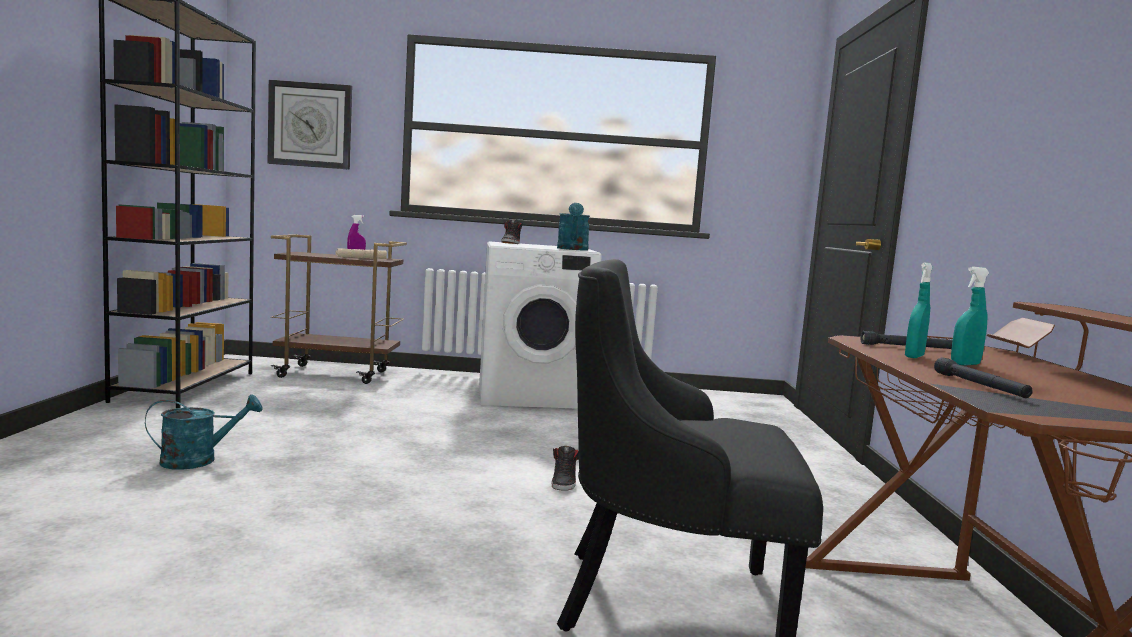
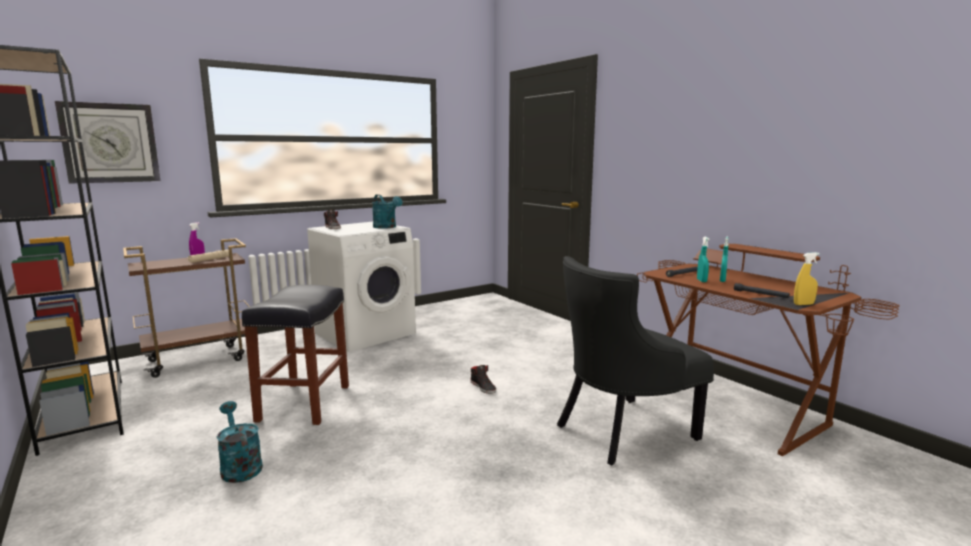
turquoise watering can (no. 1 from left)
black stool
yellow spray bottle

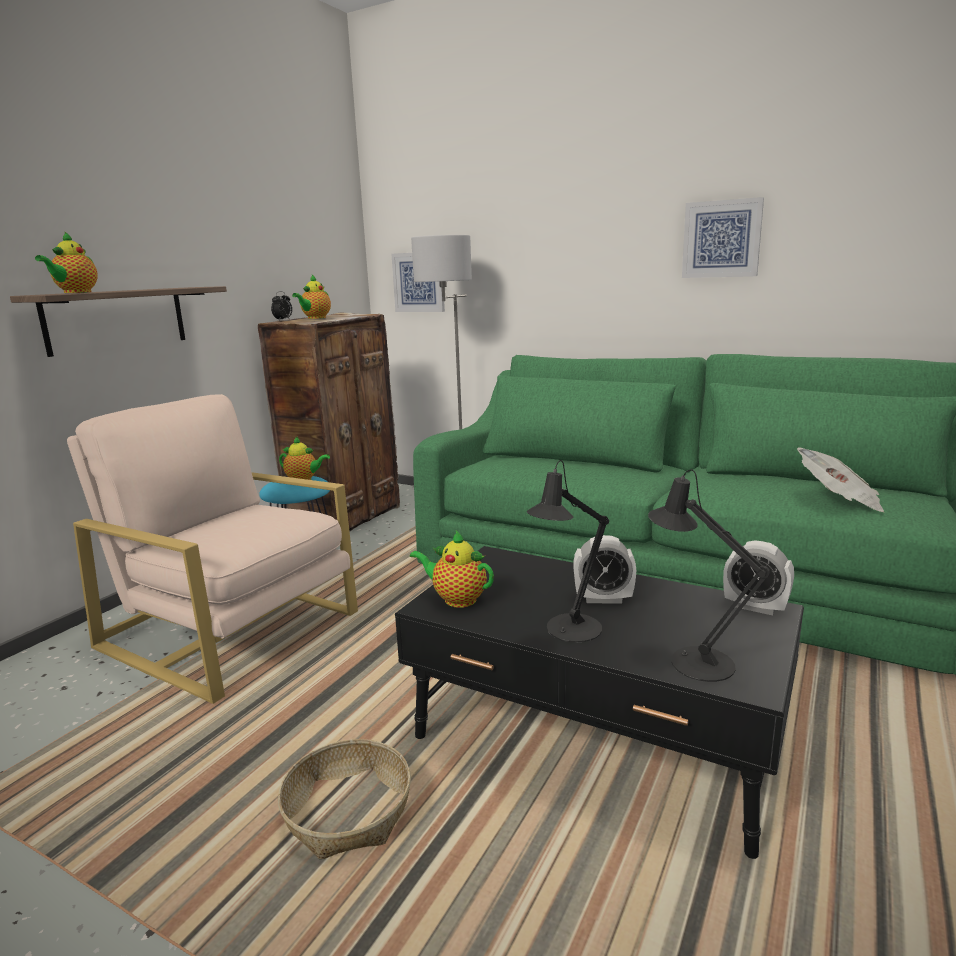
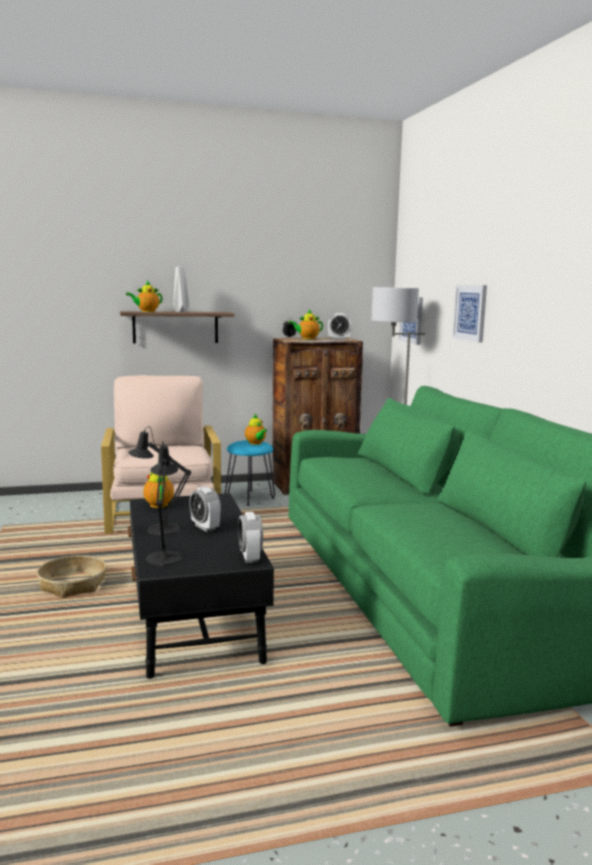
grey vase
alarm clock (no. 4 from left)
picture (no. 2 from left)
newspaper

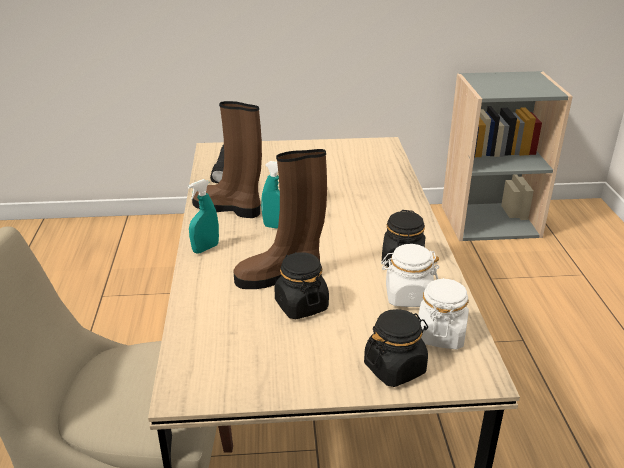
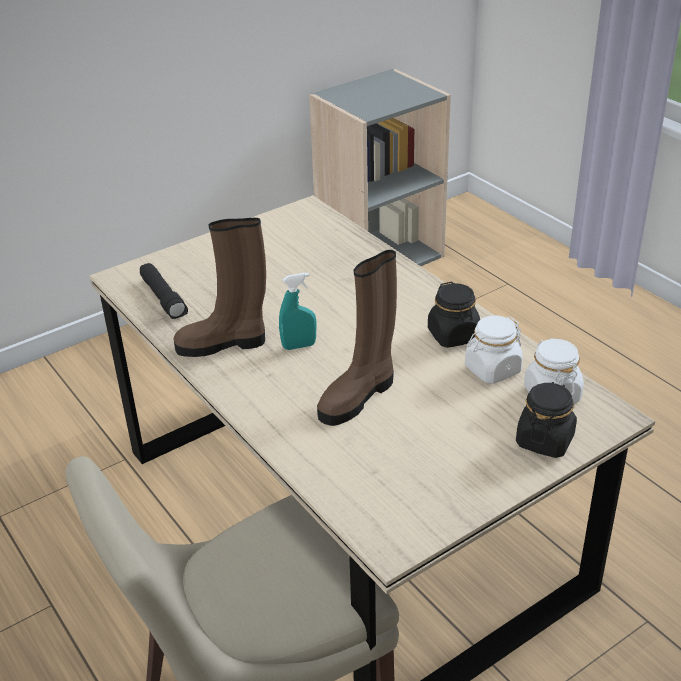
turquoise spray bottle (no. 1 from left in the first image)
black jar (no. 1 from left in the first image)

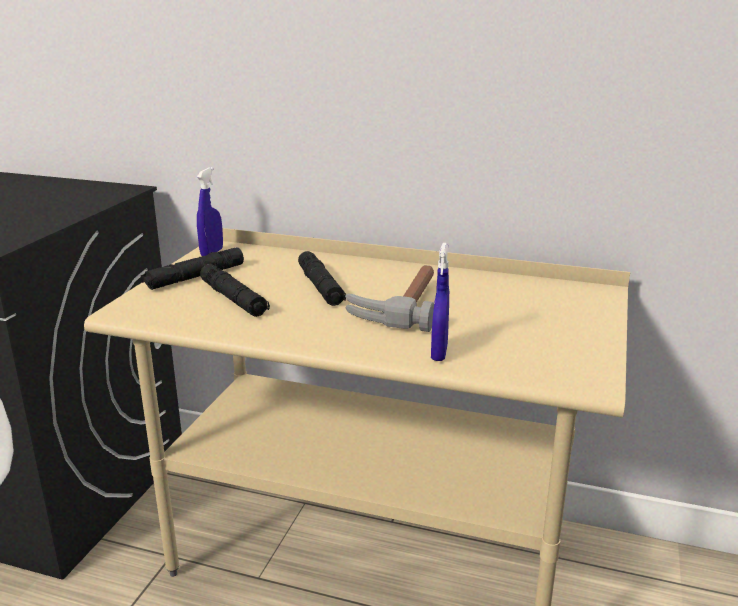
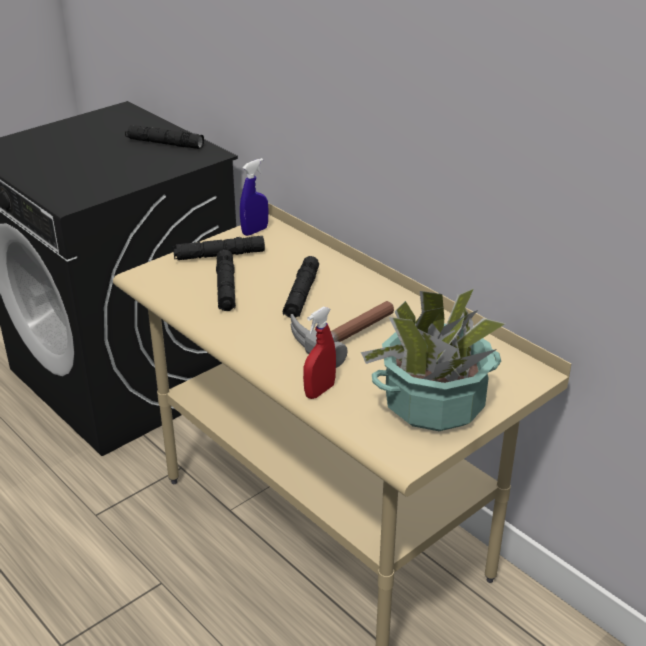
black flashlight (no. 1 from left)
red spray bottle
potted plant

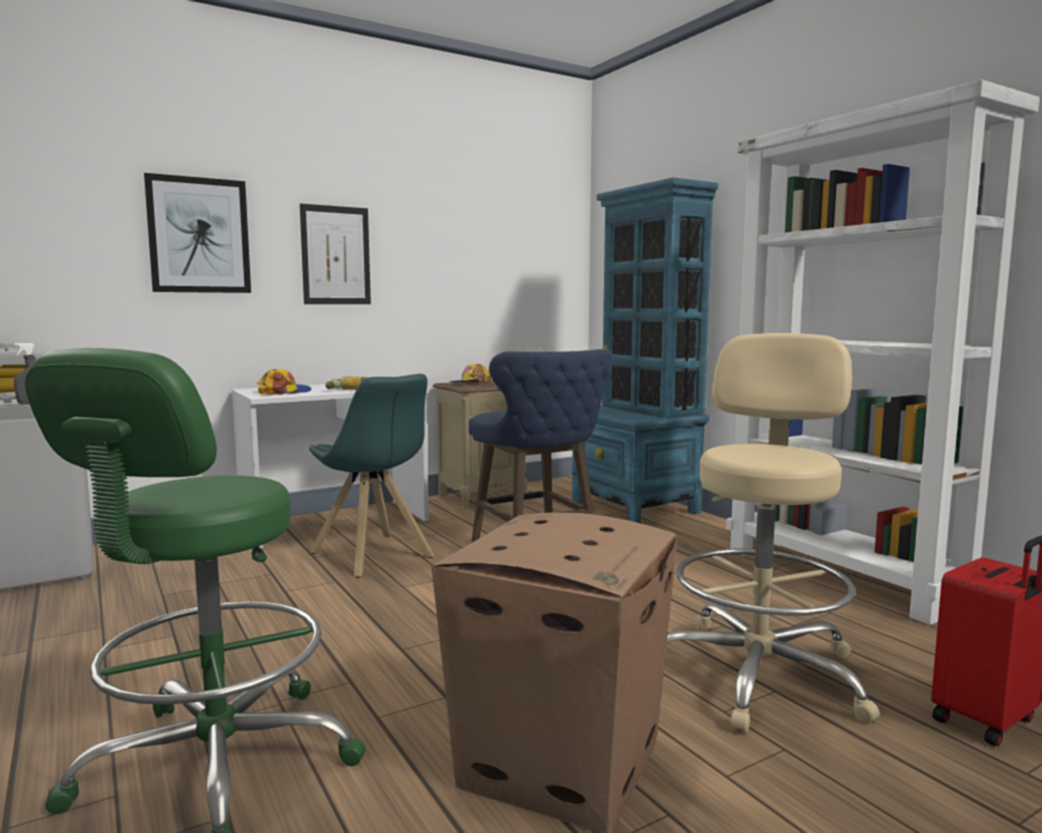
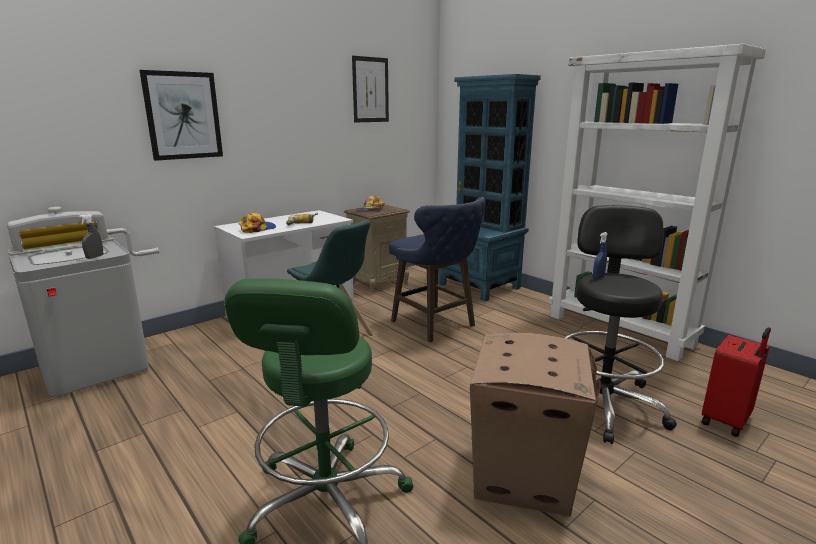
picture (no. 2 from left)
black stool
blue spray bottle

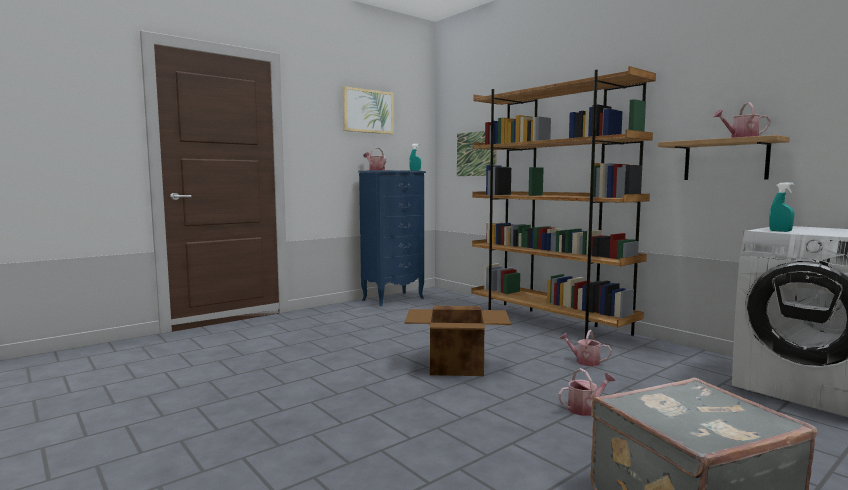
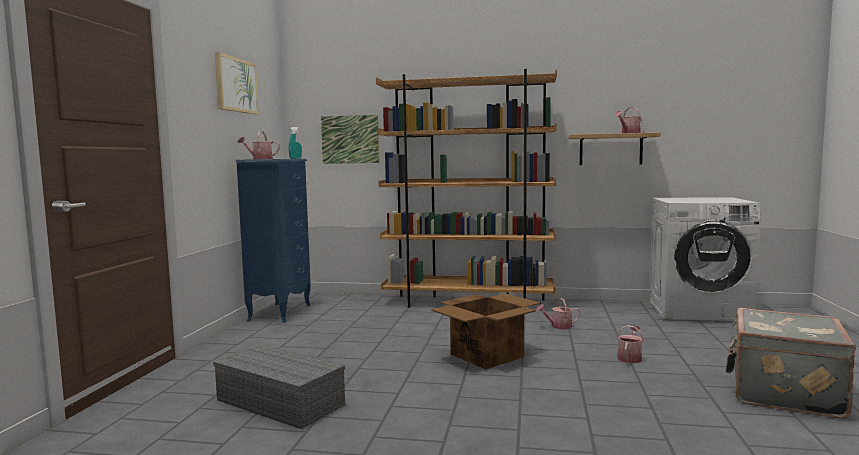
grey storage box
turquoise spray bottle (no. 2 from left in the first image)

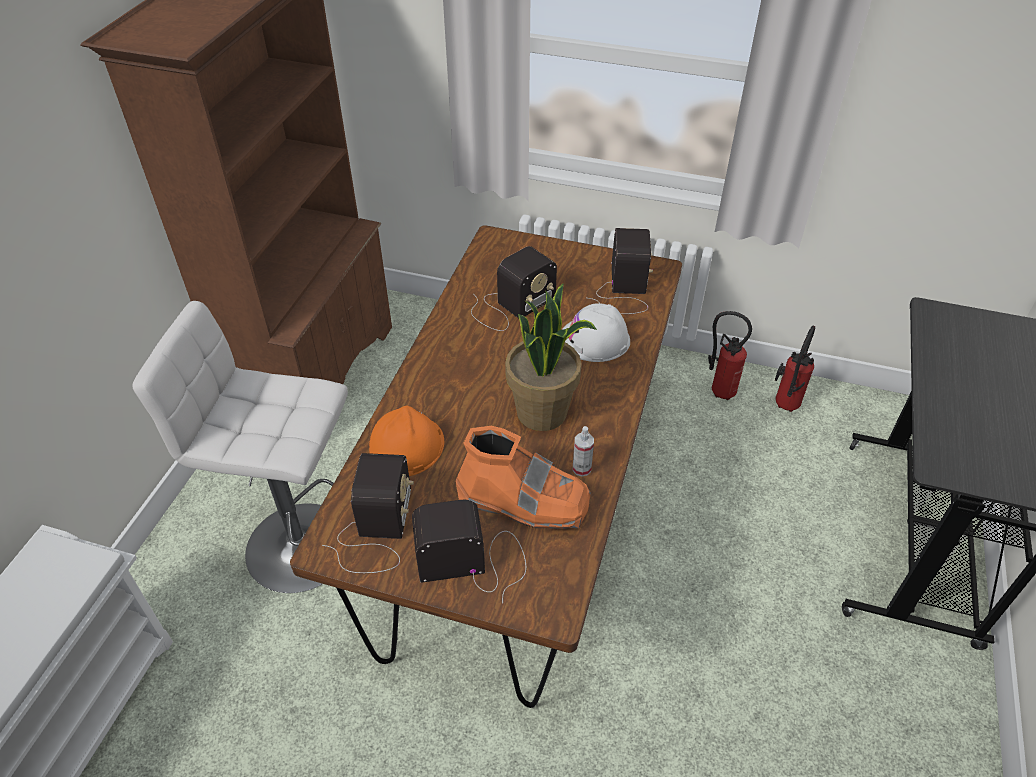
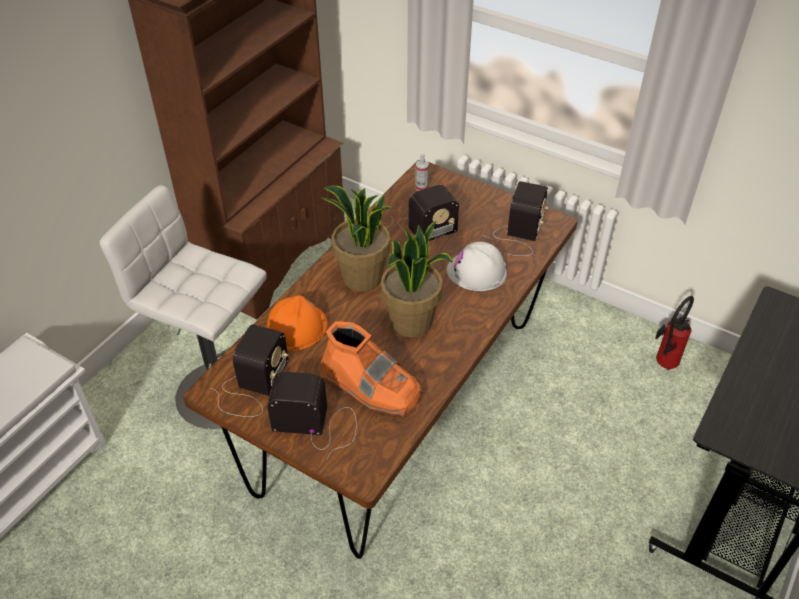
potted plant (no. 1 from left)
spray bottle
fire extinguisher (no. 1 from left in the first image)

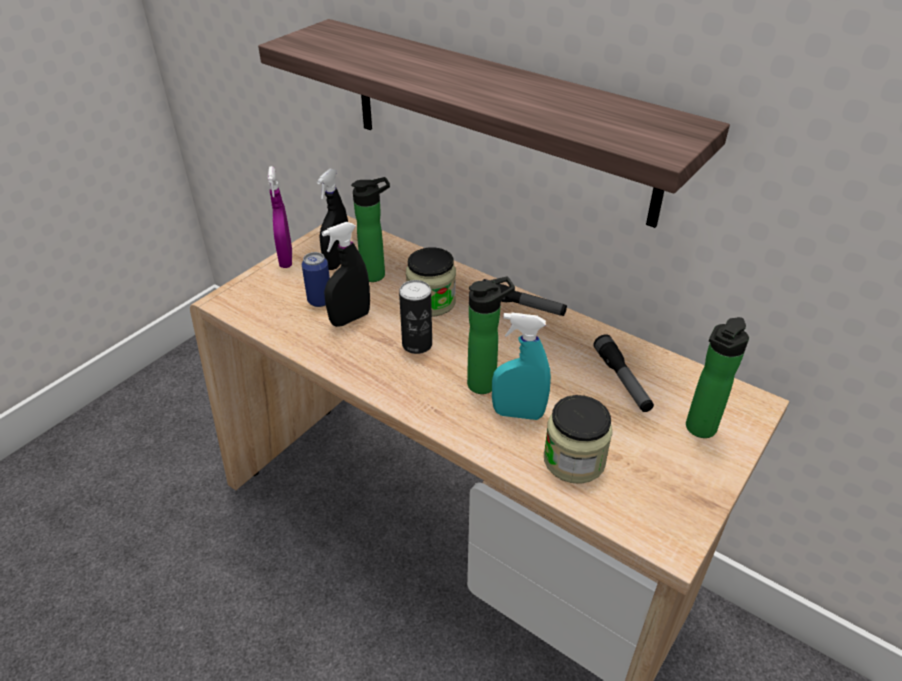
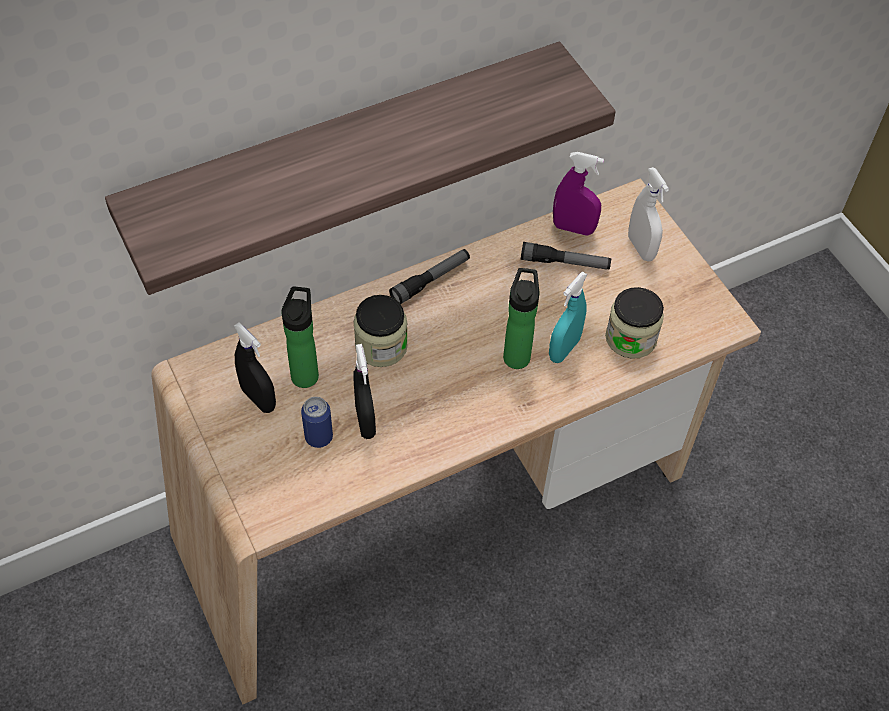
purple spray bottle
white spray bottle
can (no. 2 from left in the first image)

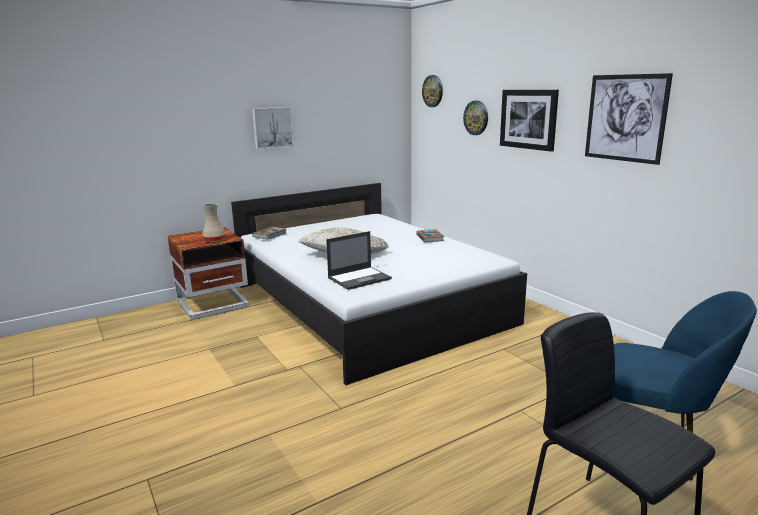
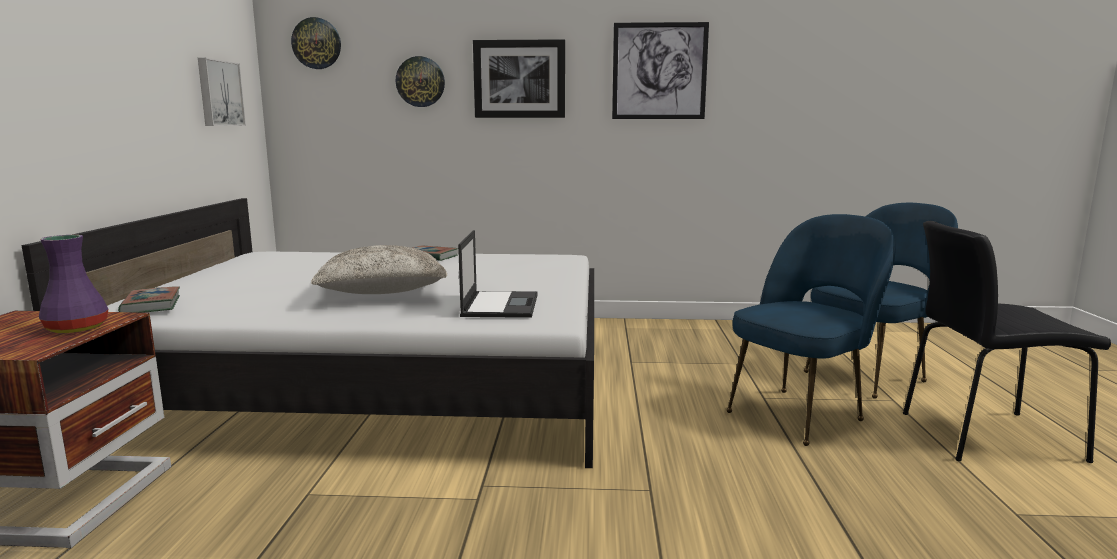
purple vase
picture (no. 1 from left)
blue chair (no. 1 from left)

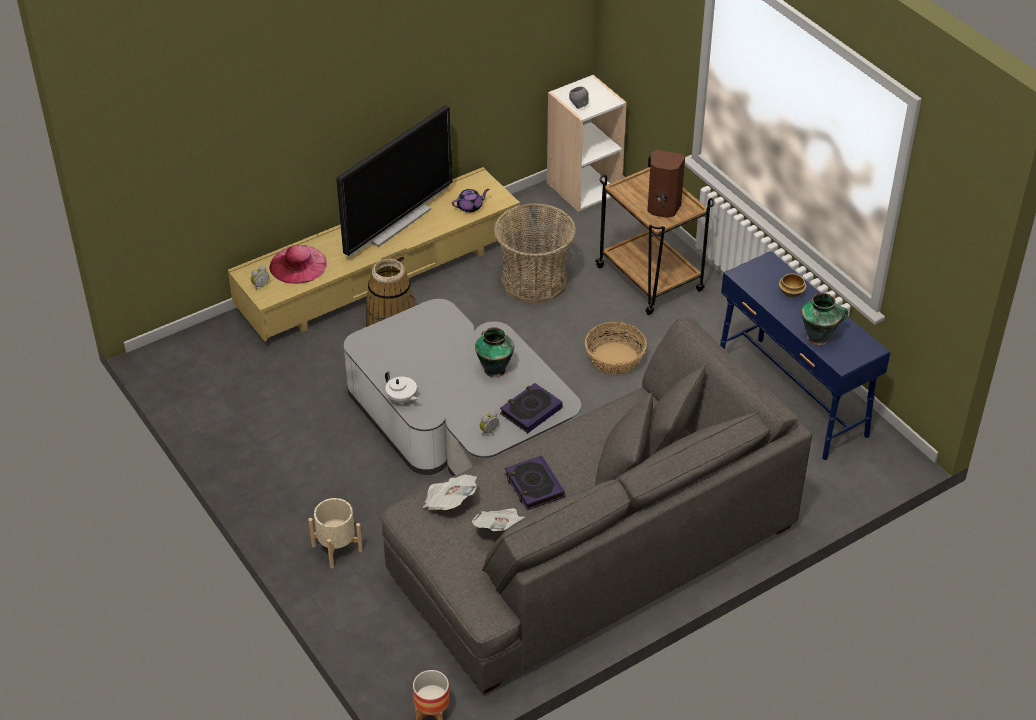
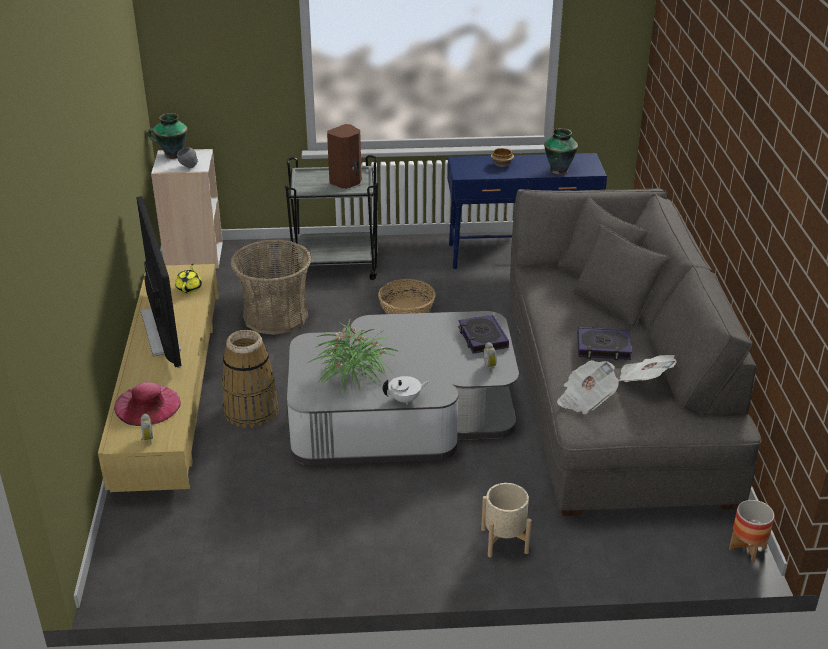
vase (no. 1 from left)
yellow teapot
grey cart
potted plant

